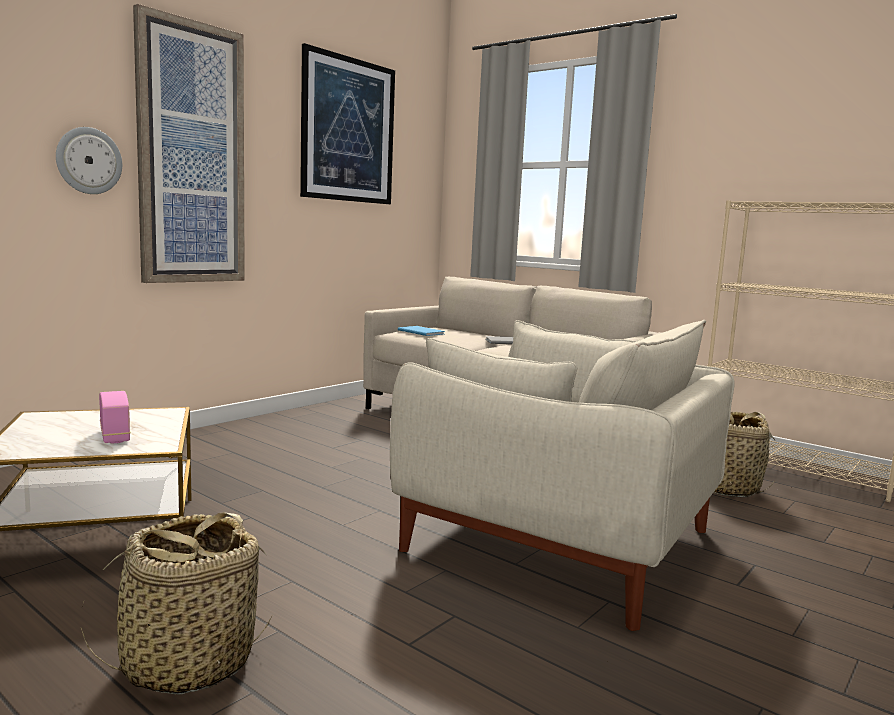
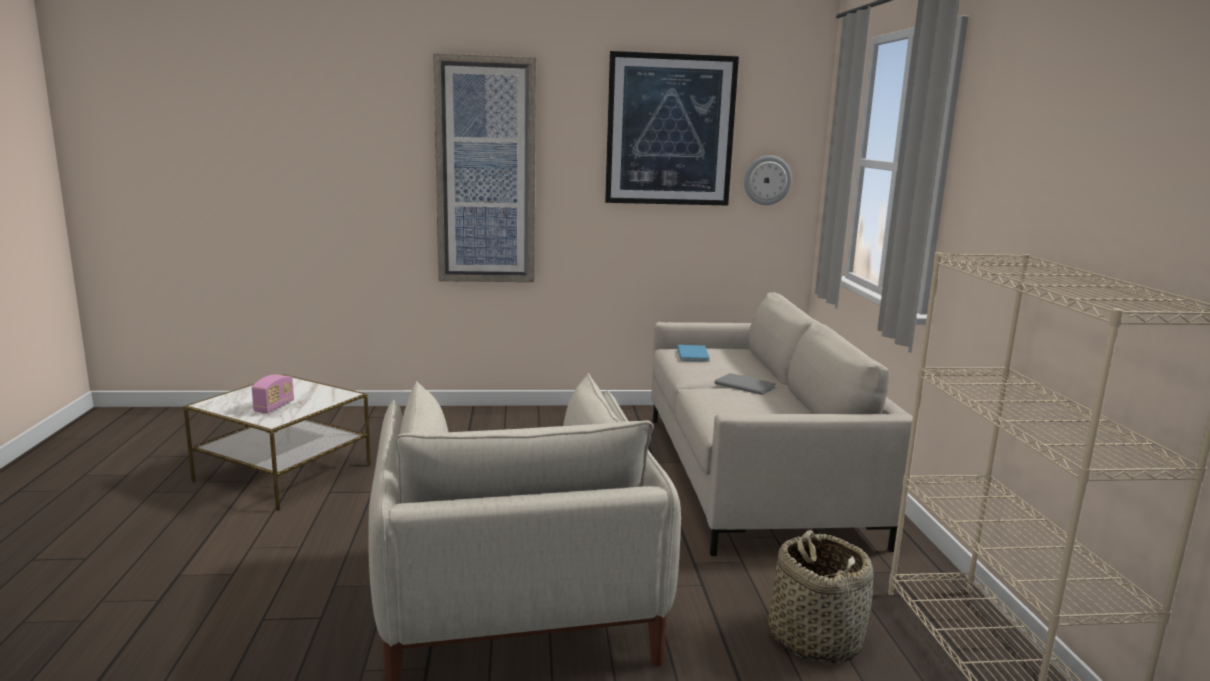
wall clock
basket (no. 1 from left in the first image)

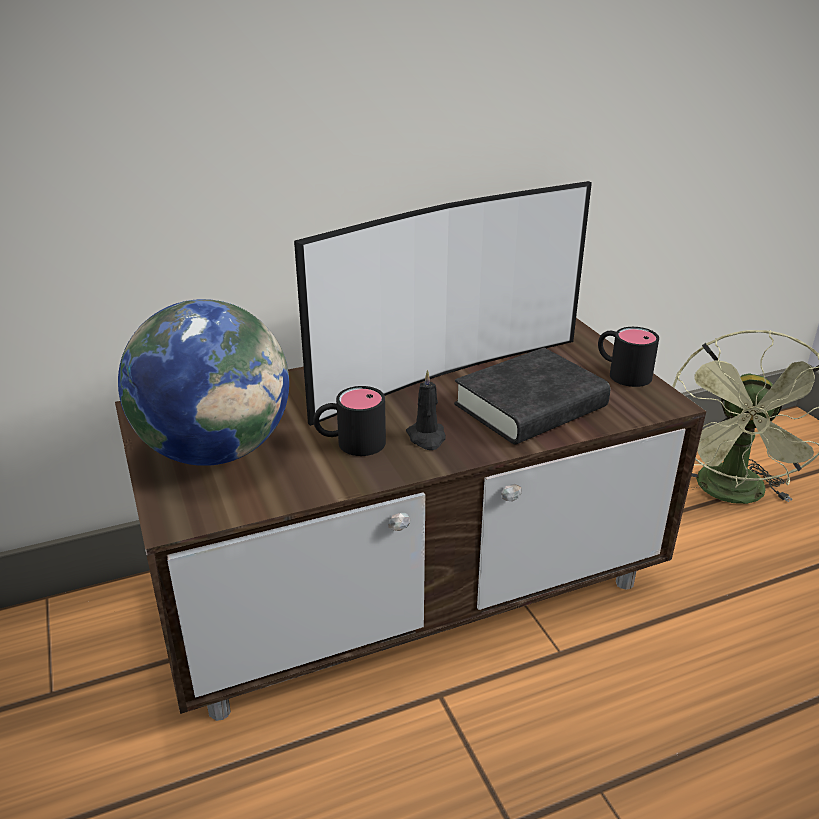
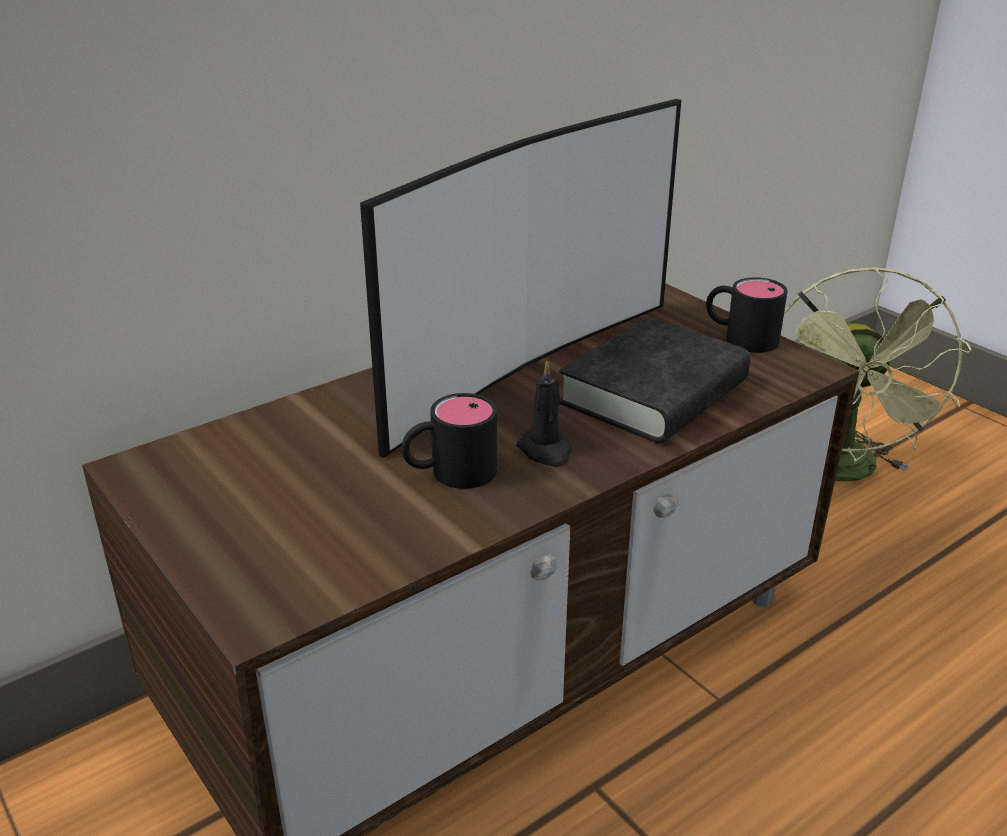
globe

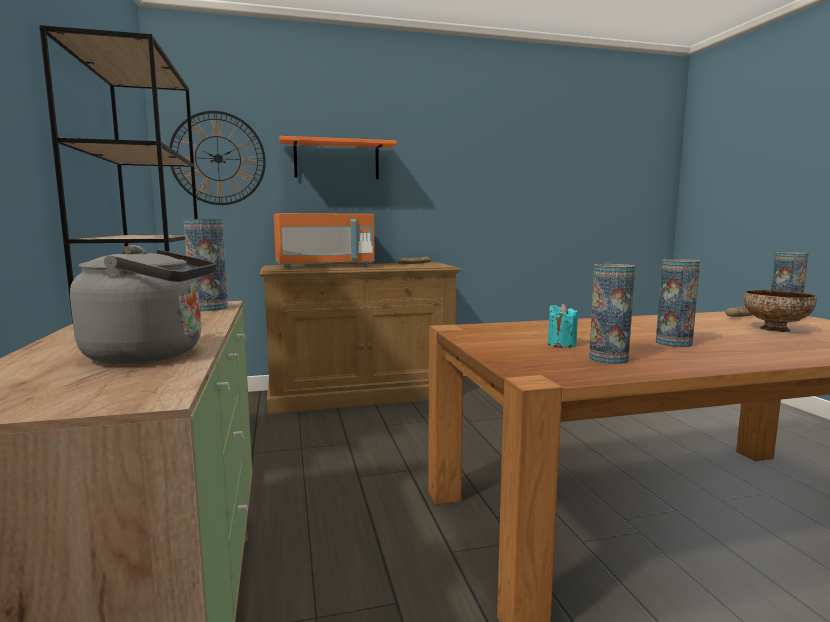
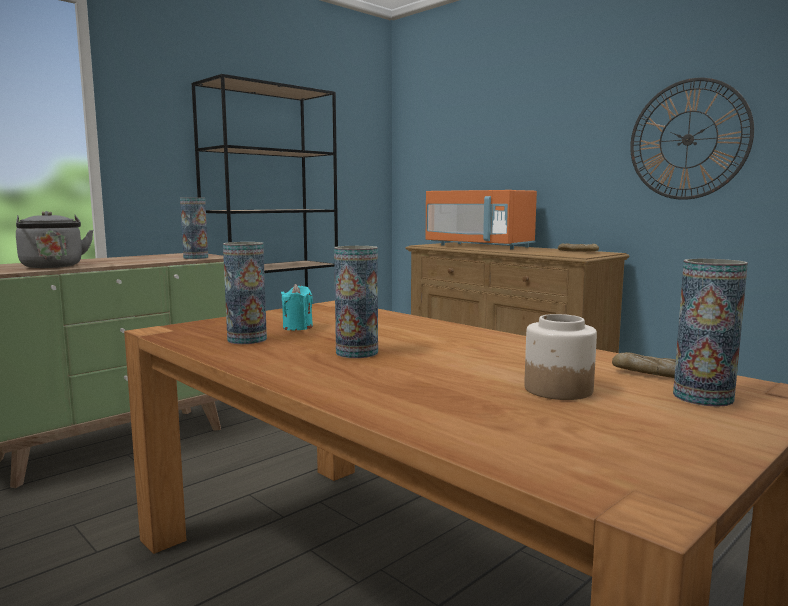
jar
wall clock
orange shelf

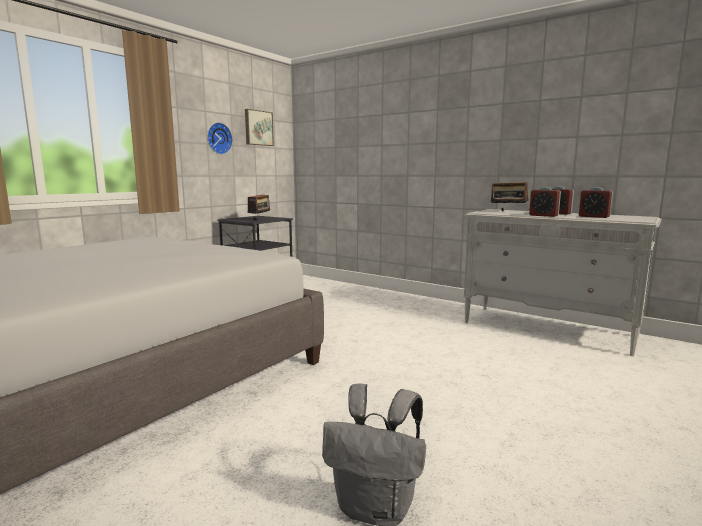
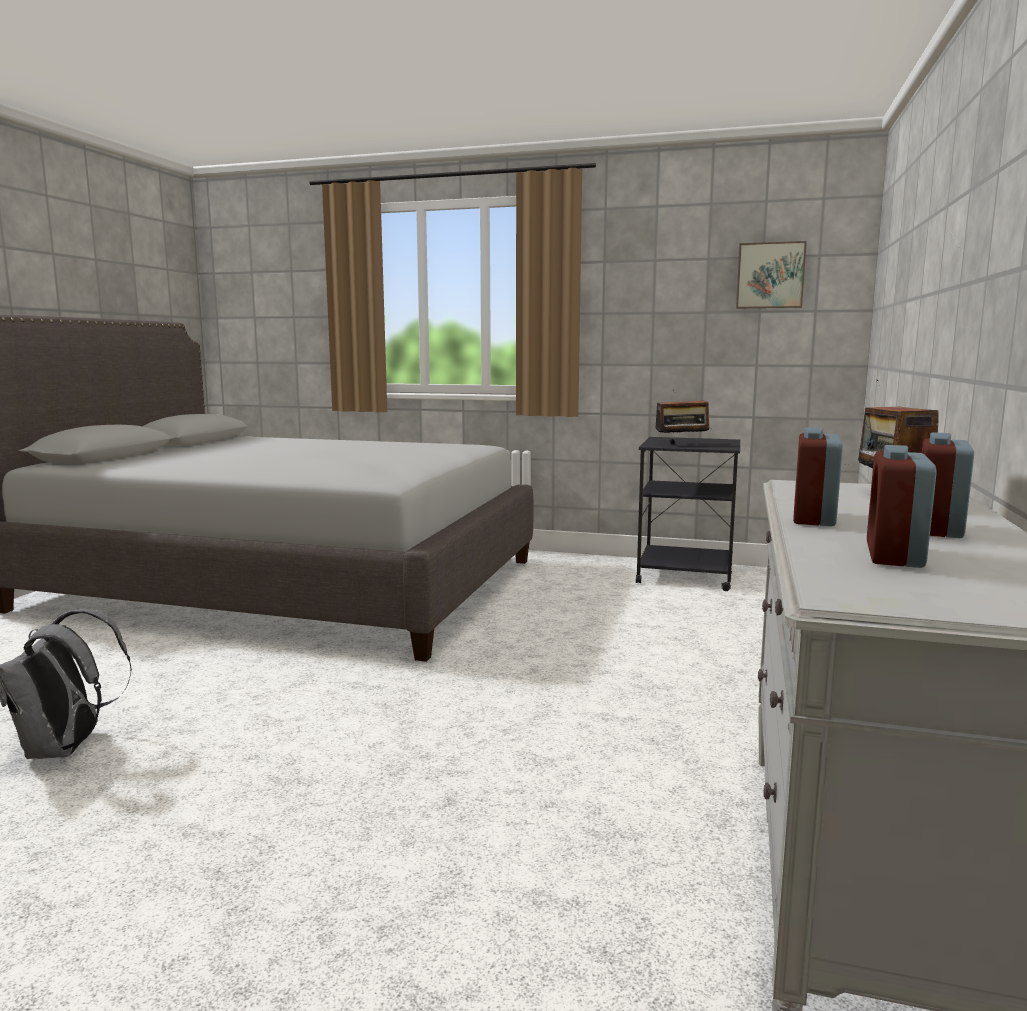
wall clock

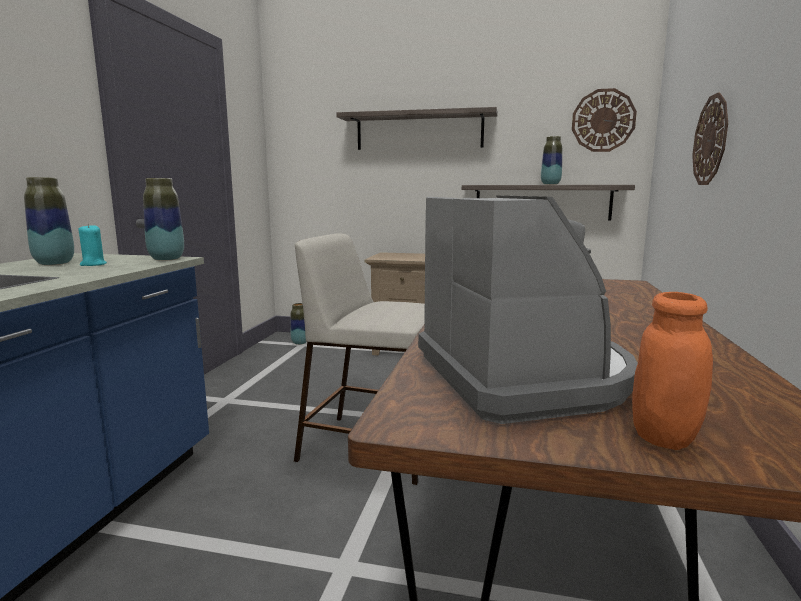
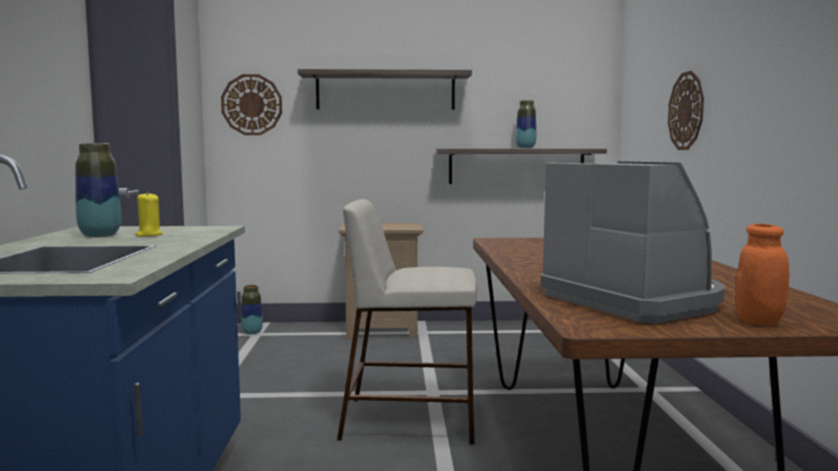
yellow candle
wall clock (no. 1 from left)
vase (no. 2 from left in the first image)

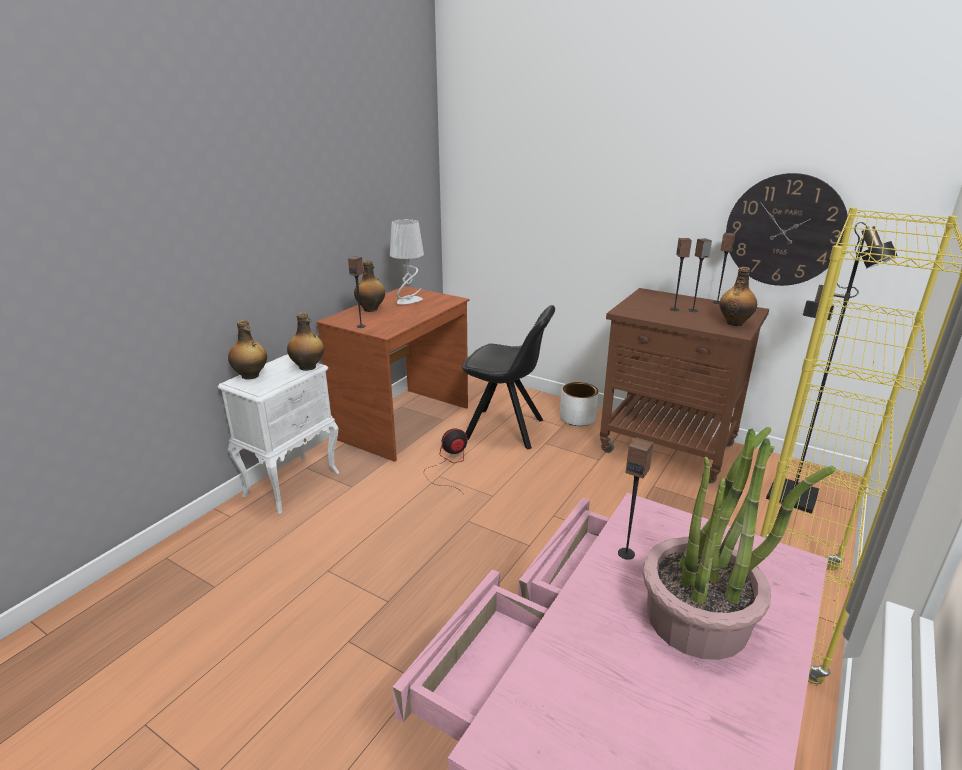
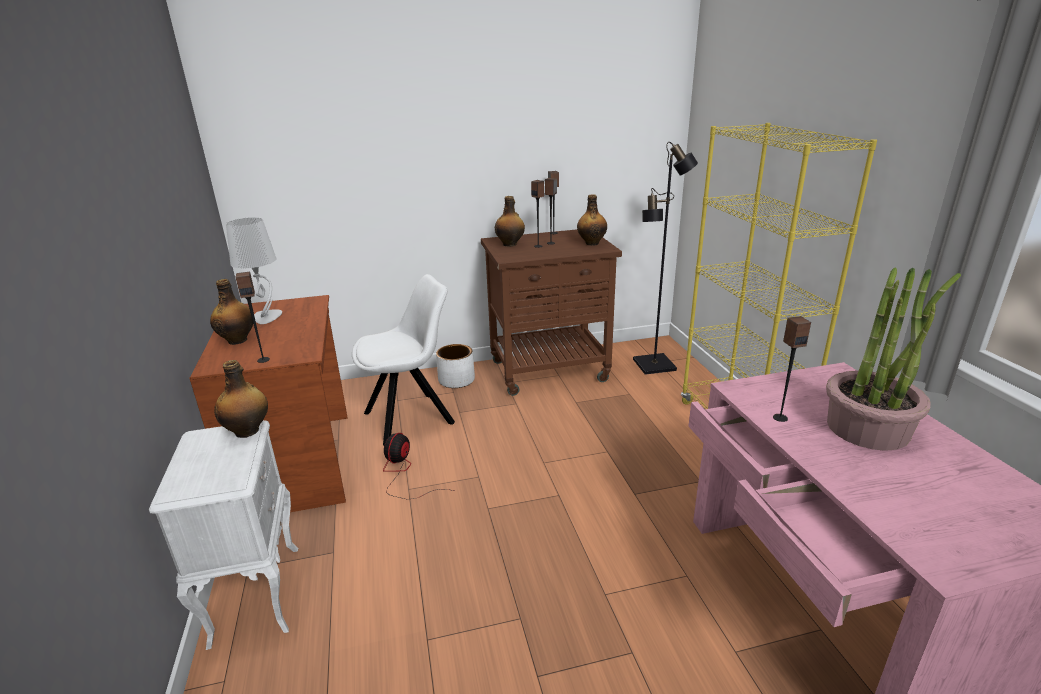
white chair
bottle (no. 3 from left)
wall clock

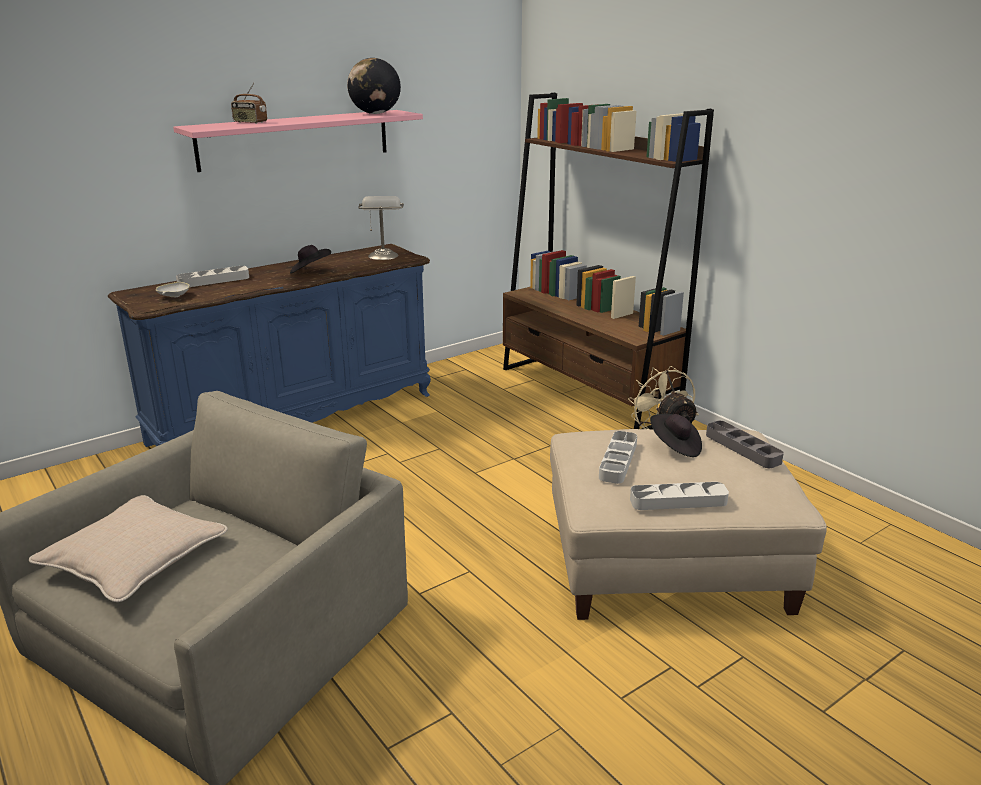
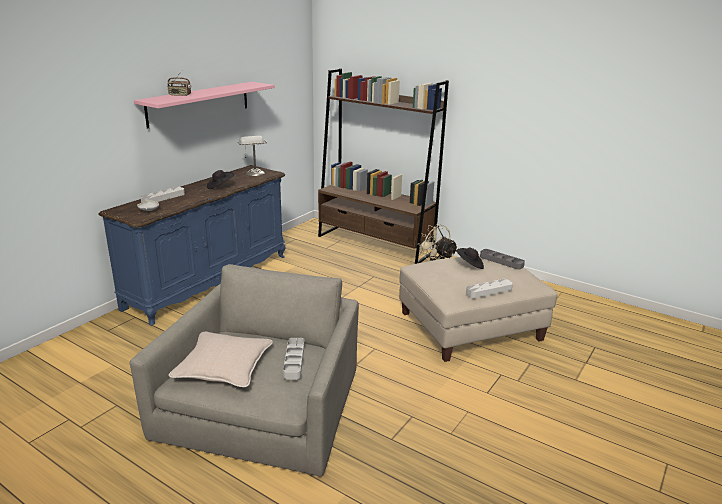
grey tray (no. 2 from left)
globe

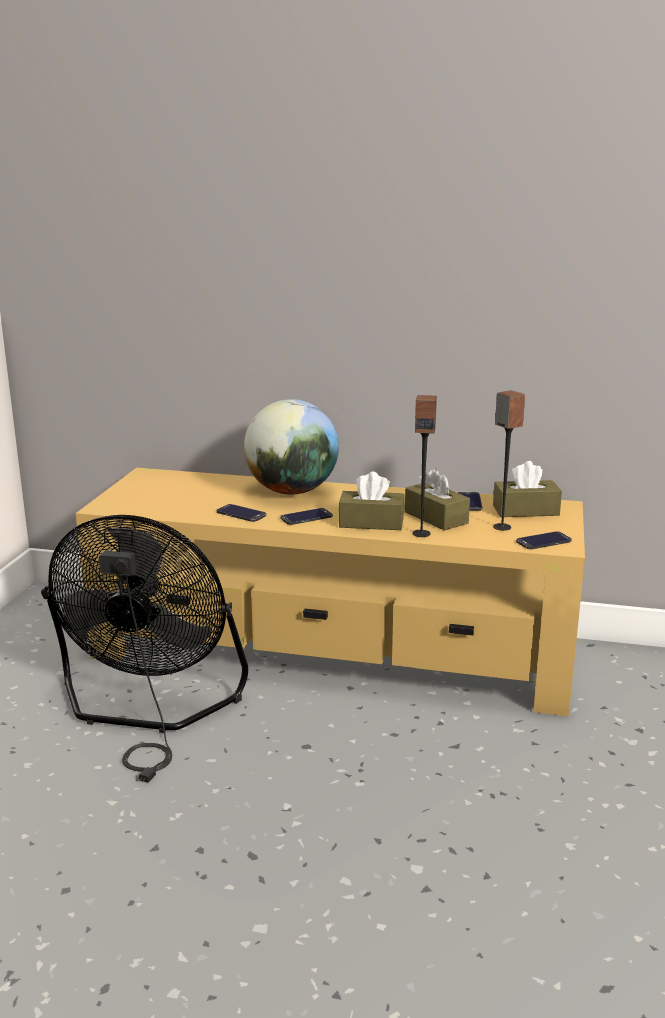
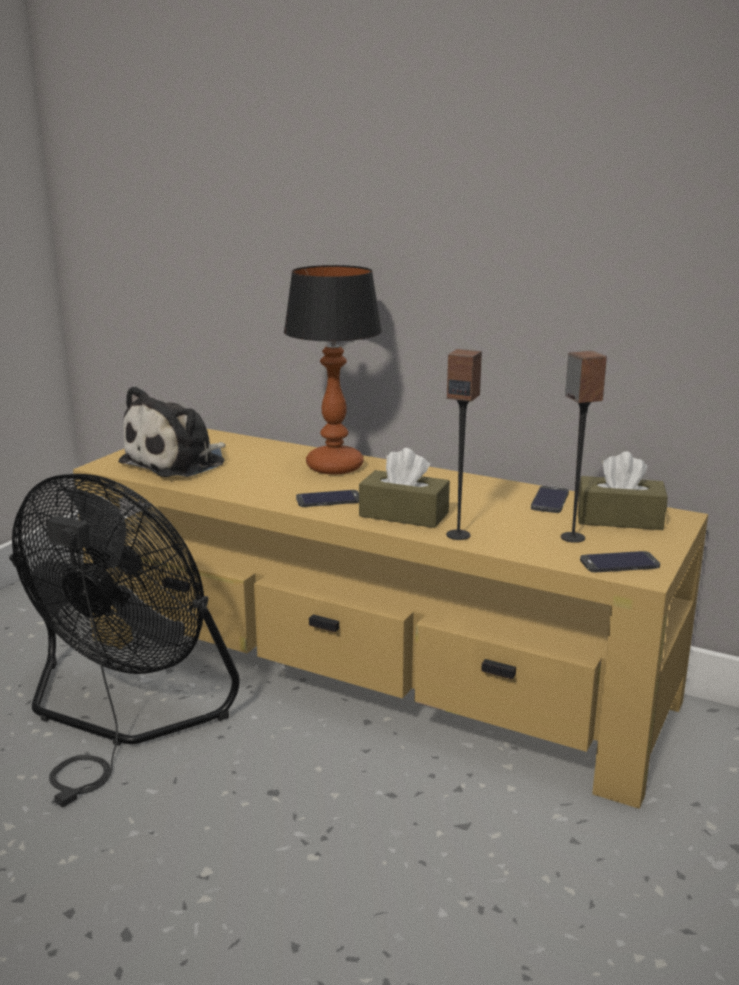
plush toy
table lamp
phone (no. 1 from left in the first image)
brown tissue box (no. 2 from left in the first image)

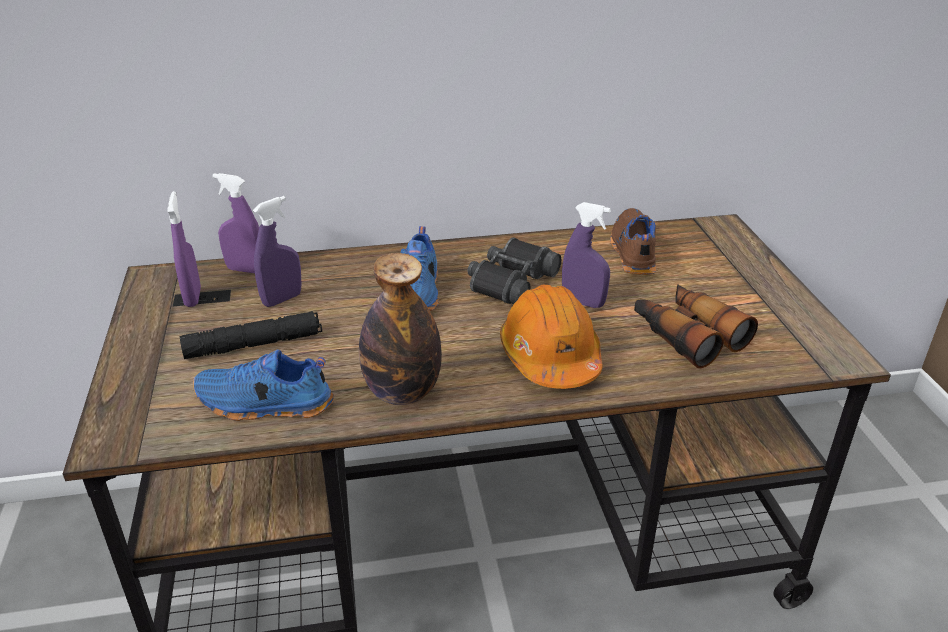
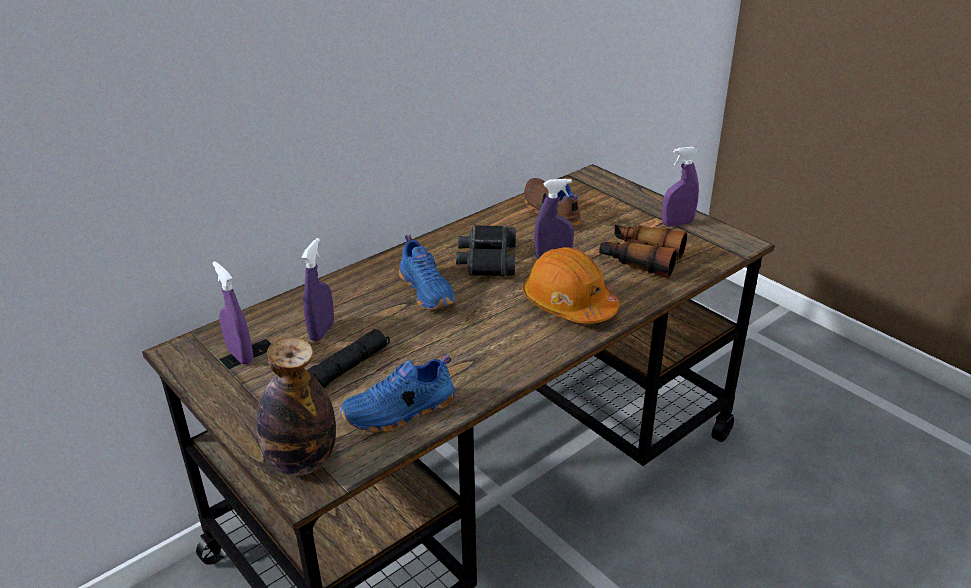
bottle
purple spray bottle (no. 4 from left)

